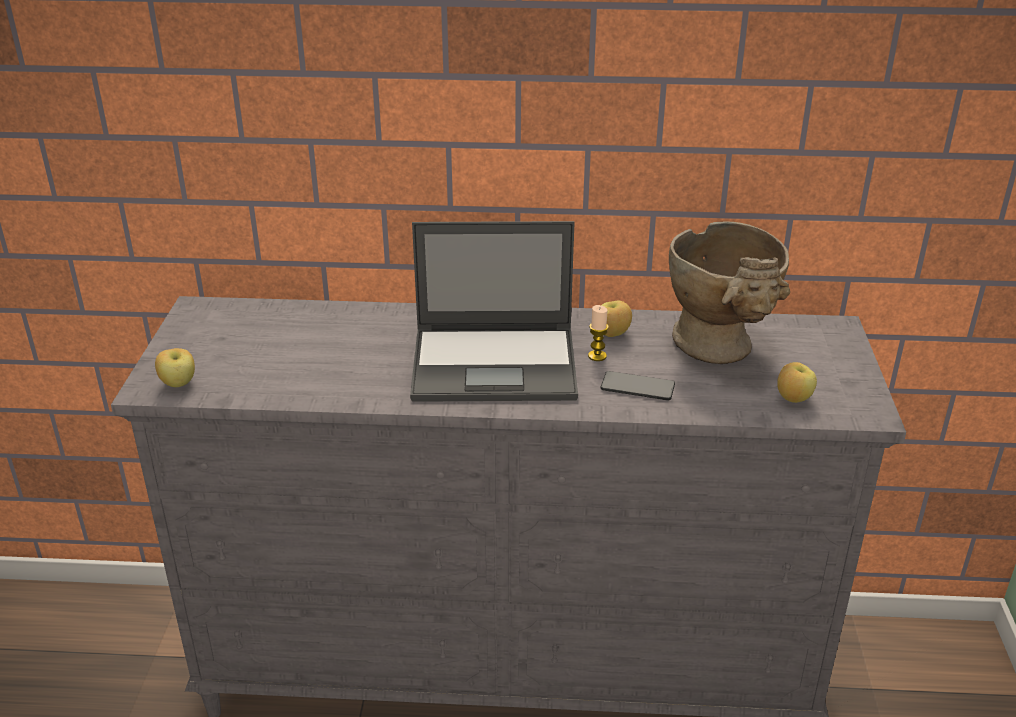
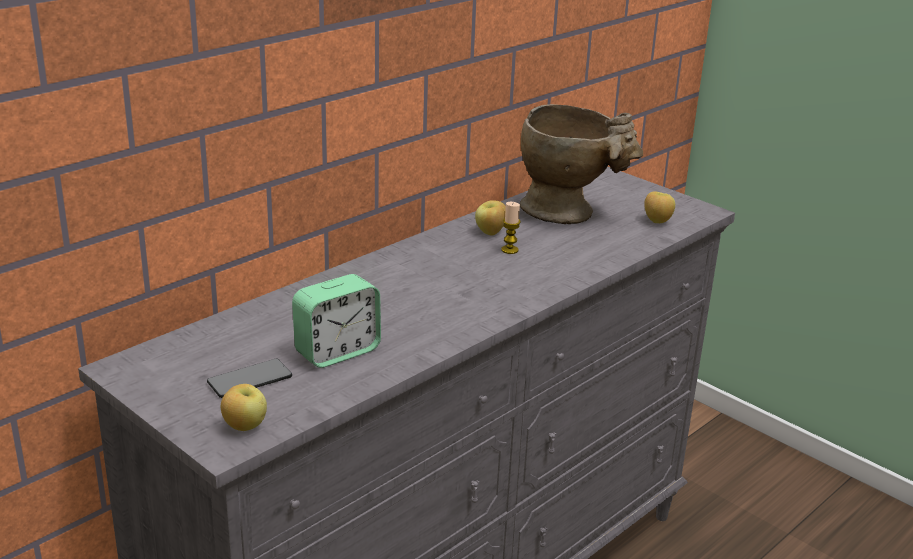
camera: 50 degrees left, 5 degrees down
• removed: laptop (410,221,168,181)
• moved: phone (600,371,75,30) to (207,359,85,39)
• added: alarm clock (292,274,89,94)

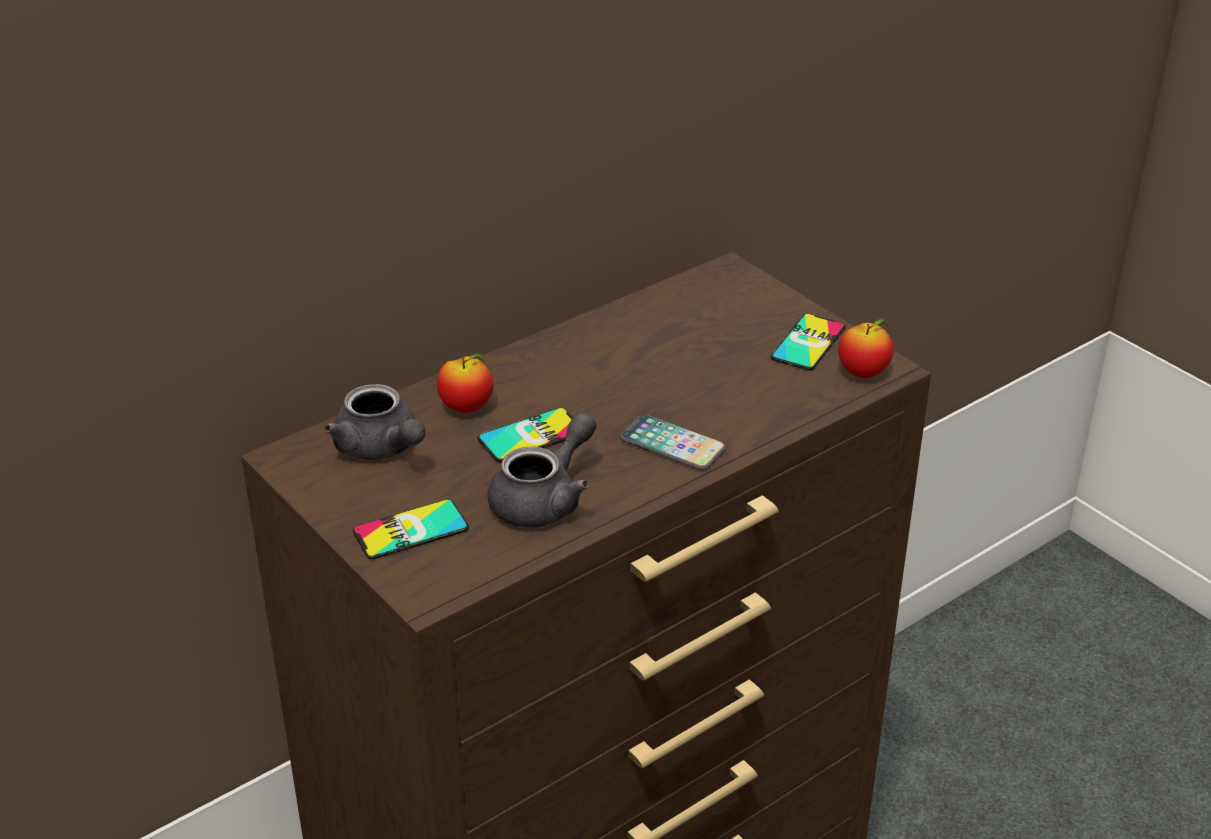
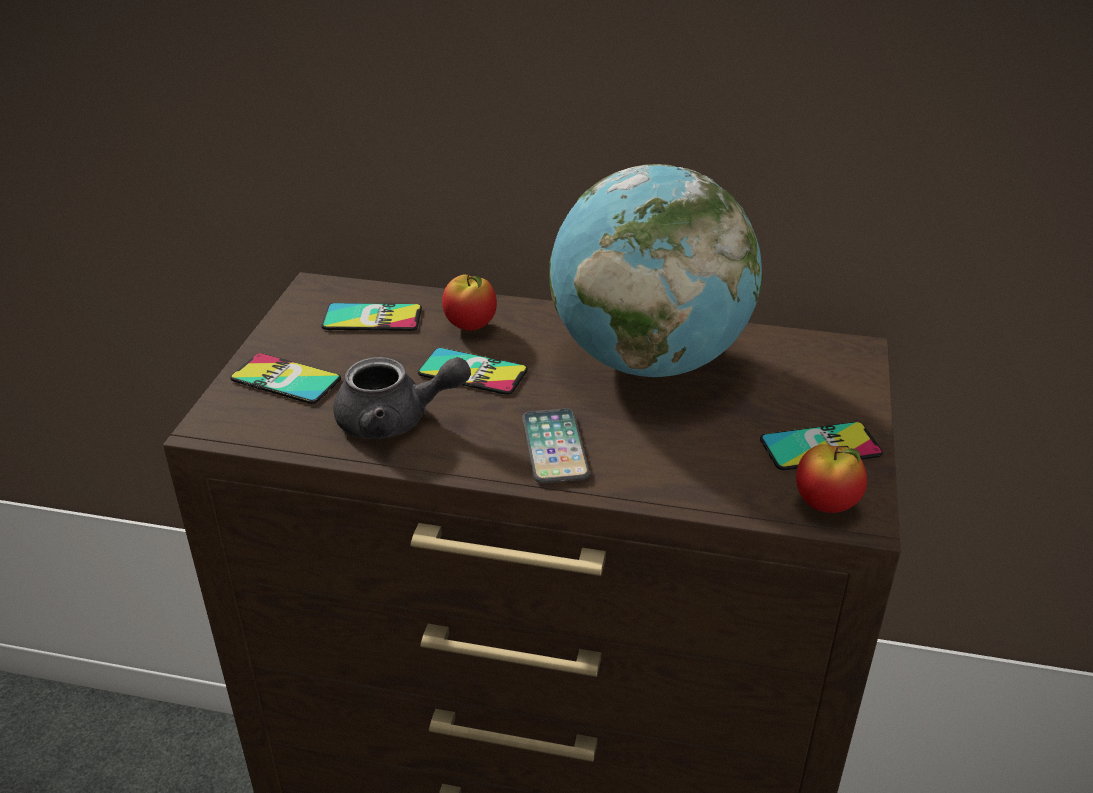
camera: 50 degrees right, 0 degrees up
• replaced: teapot in grey (324,384,102,76) to phone (321,303,101,28)
• added: globe (549,164,214,213)

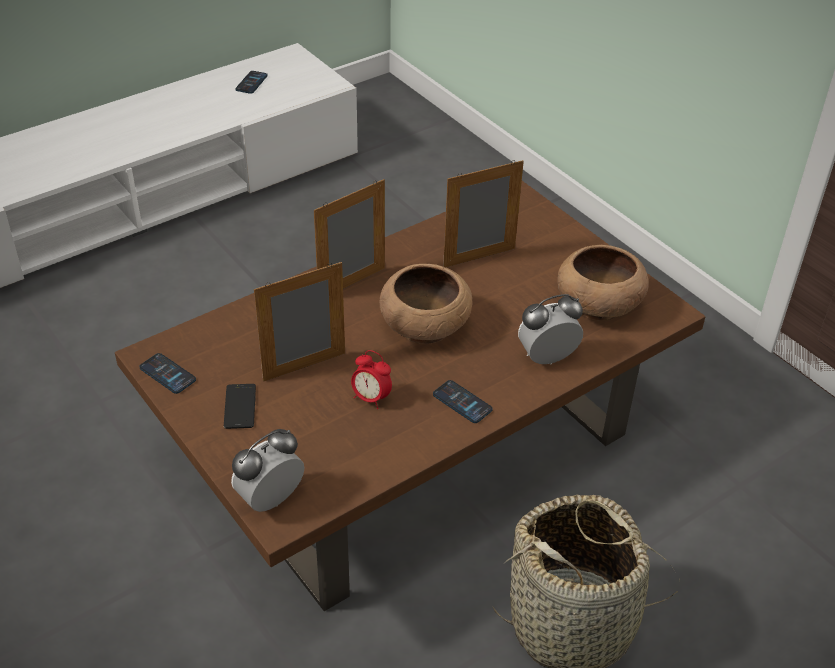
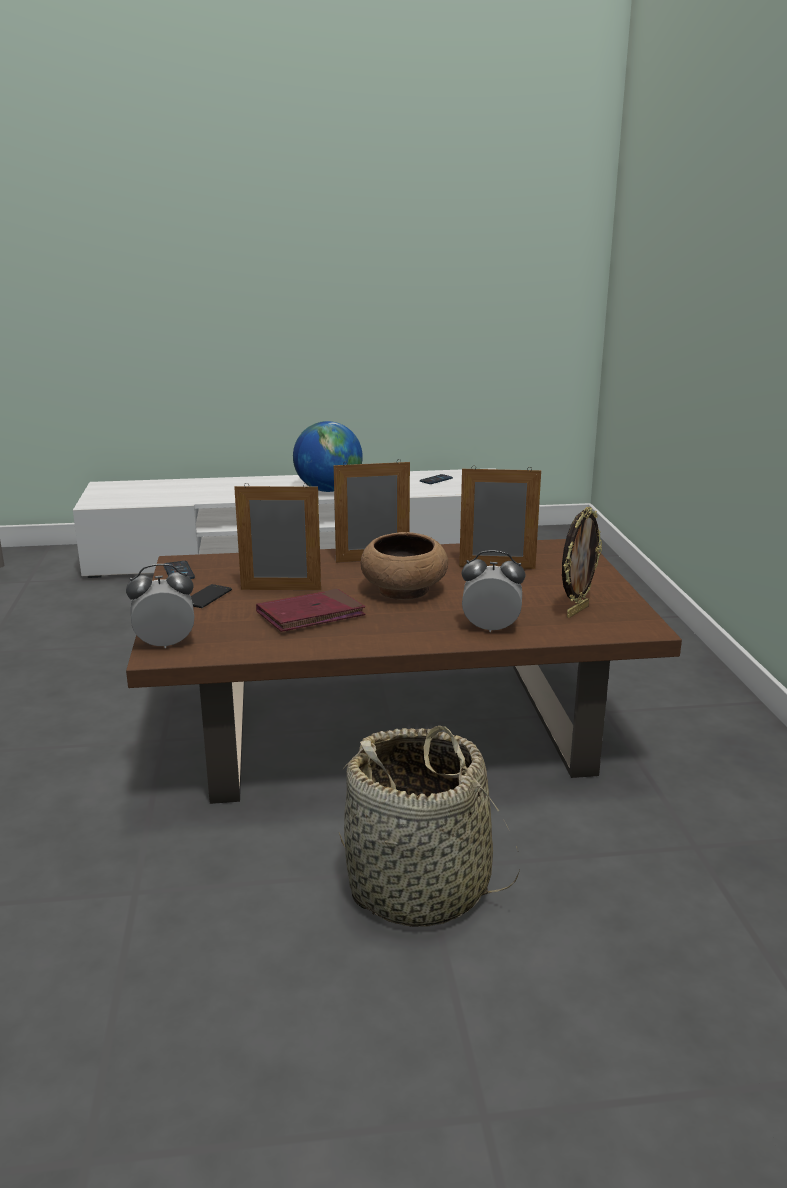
camera: 30 degrees right, 20 degrees down
• replaced: alarm clock (351,350,41,59) to book in red (256,588,109,44)
• removed: phone (433,380,60,43)
• replaced: bowl in brown (557,245,92,76) to picture frame (562,507,40,111)
• added: globe (293,421,70,71)

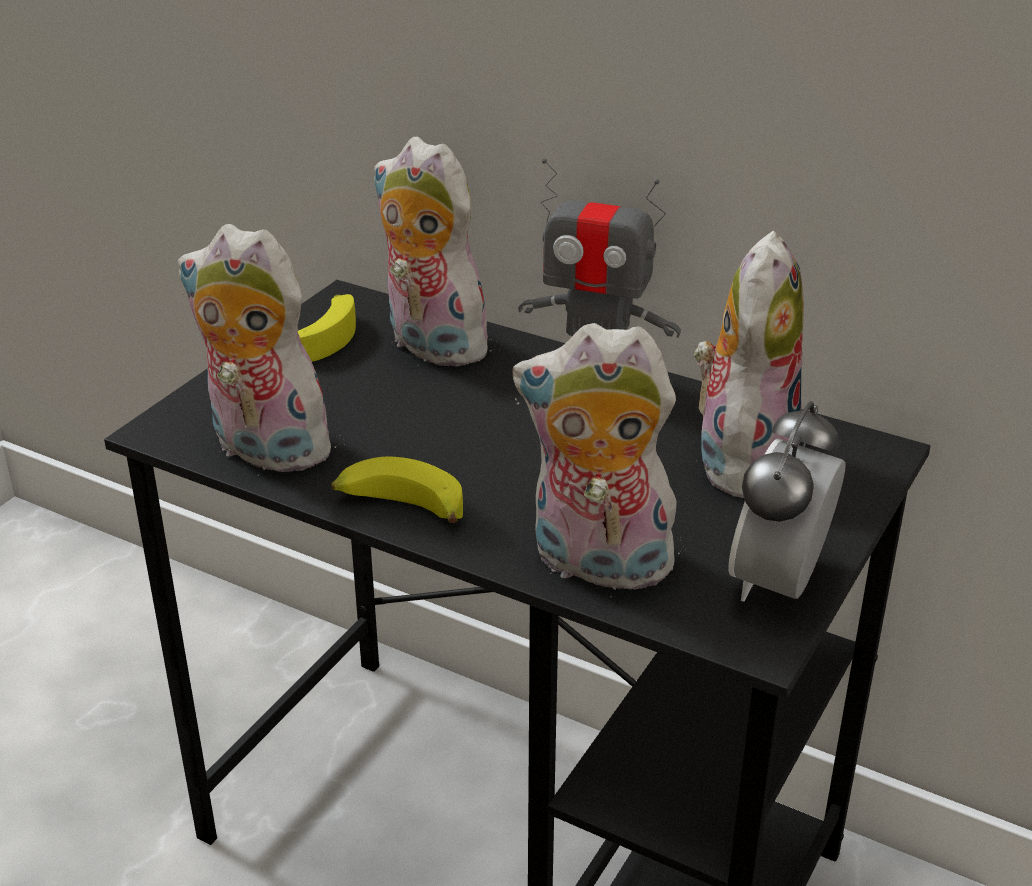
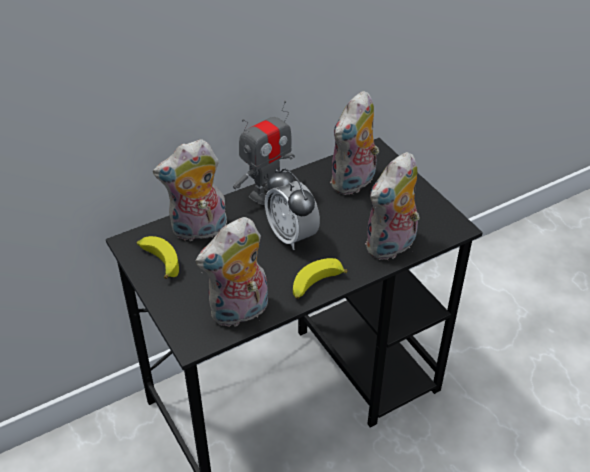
camera: 60 degrees left, 10 degrees up
• turned: plush toy (694,231,110,267) = (330,91,49,104) 105 degrees counterclockwise
• moved: alarm clock (728,401,118,201) to (265,169,55,81)

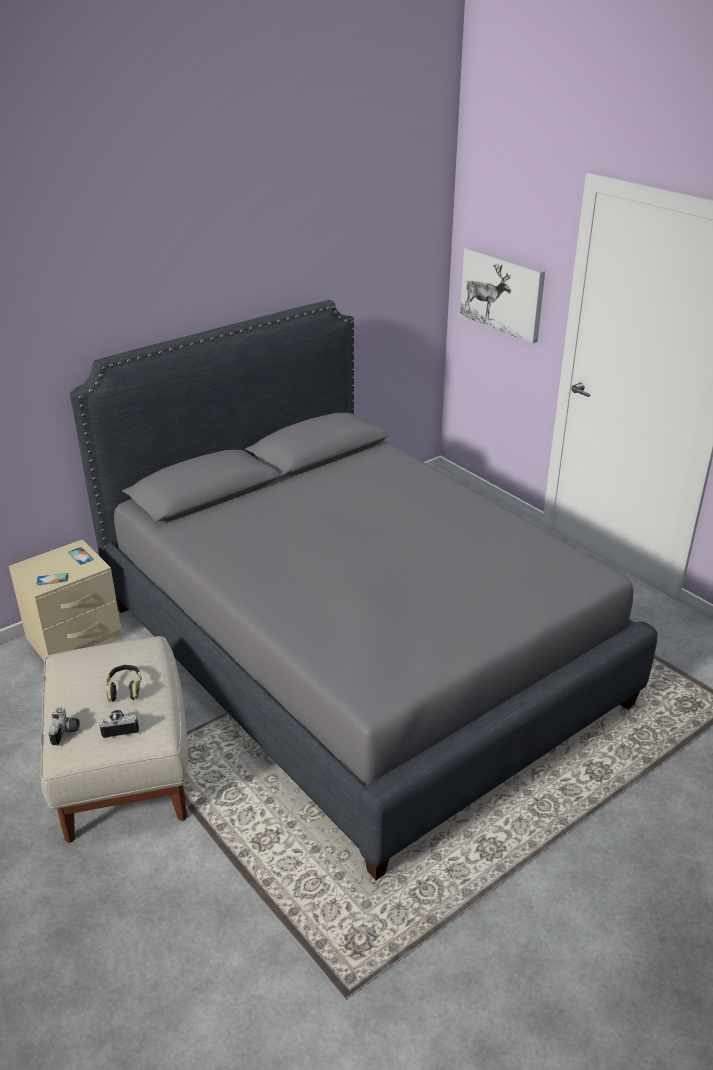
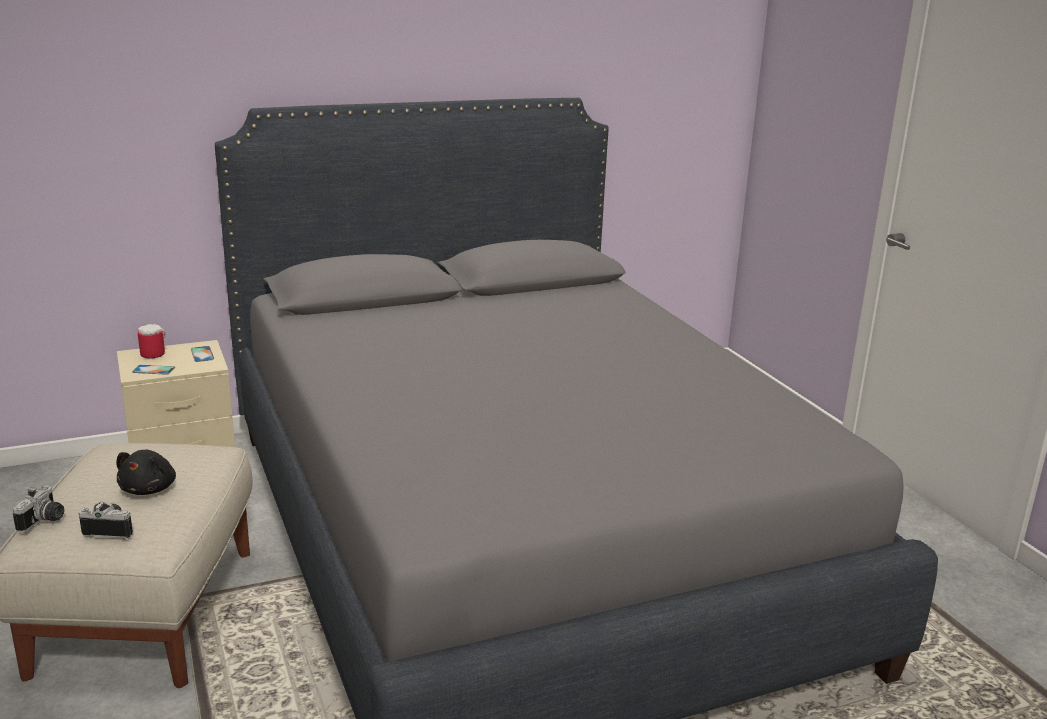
camera: 15 degrees right, 10 degrees down
• replaced: headphones (106,665,36,37) to plush toy in black (116,450,60,45)
• removed: picture (460,247,85,97)
• added: mug (137,324,28,35)

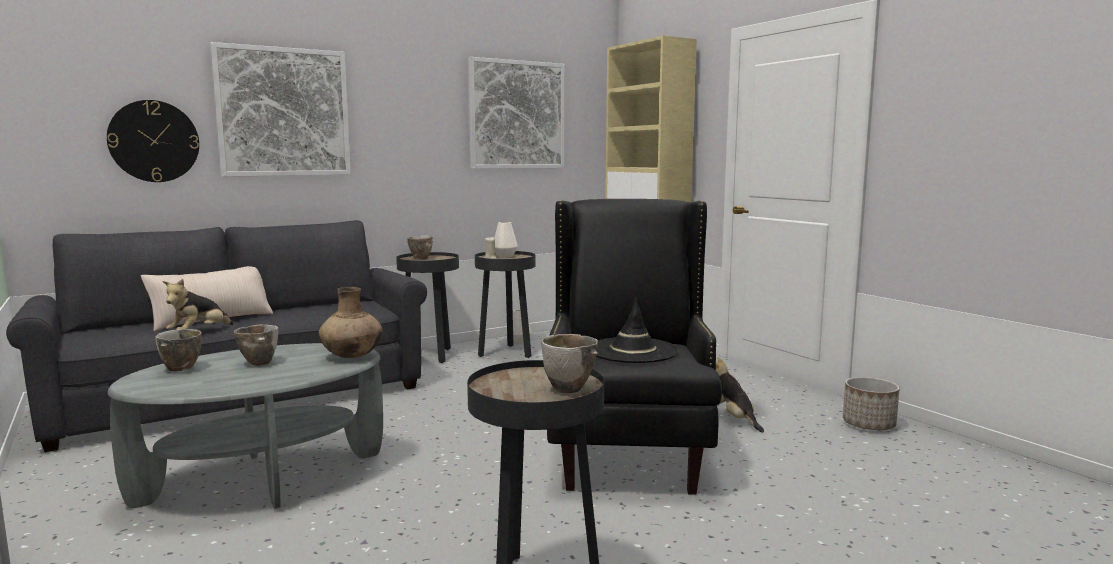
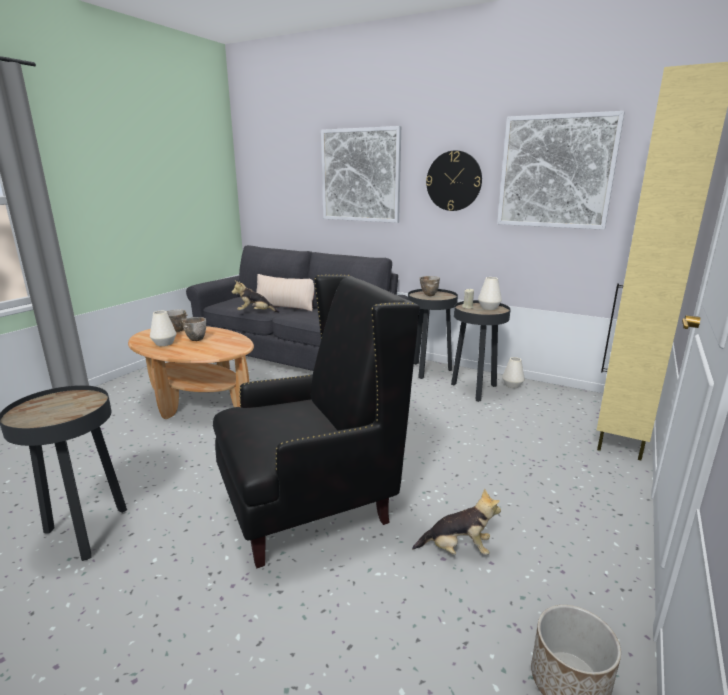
camera: 60 degrees right, 10 degrees up
• moved: wall clock (107,100,92,82) to (426,150,56,61)
• recoloured: coffee table in grey (108,343,275,166) to coffee table in brown (128,326,126,93)
• removed: vase in brown (319,287,63,71)
• removed: bowl (541,334,57,59)
• removed: hat in black (596,297,83,66)
• turned: plush toy (716,357,48,76) = (412,488,89,67) 60 degrees clockwise
• added: vase in white (150,311,27,35)

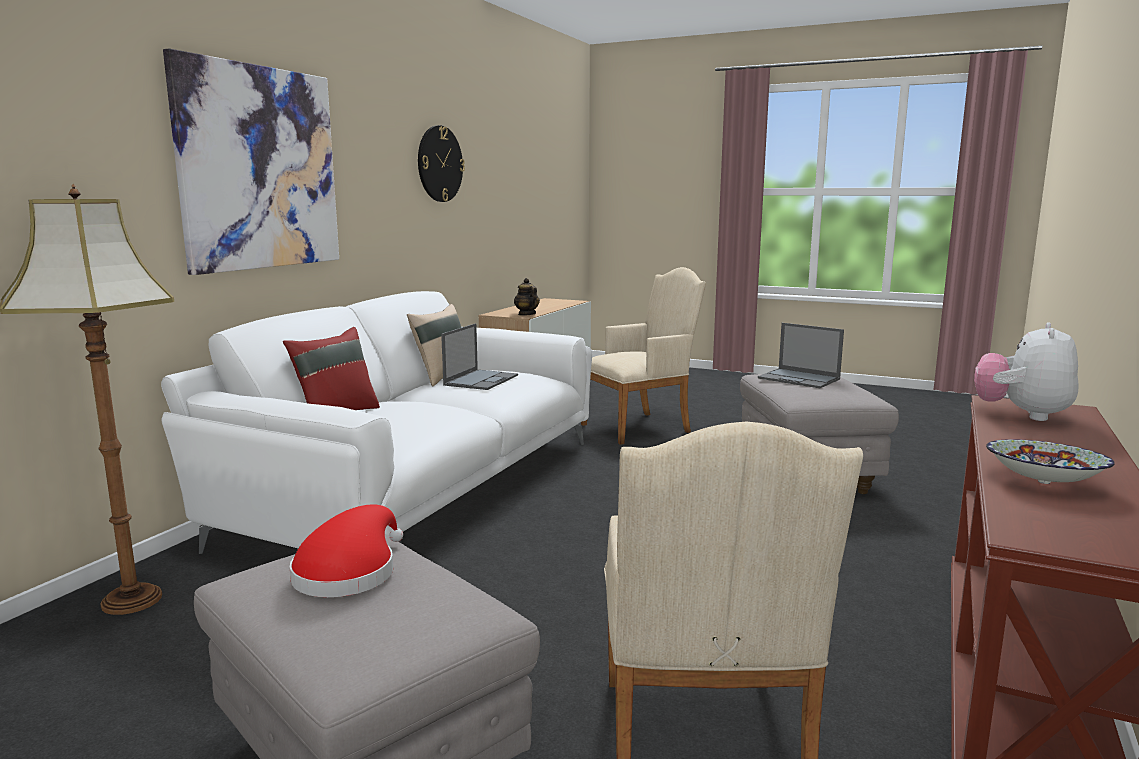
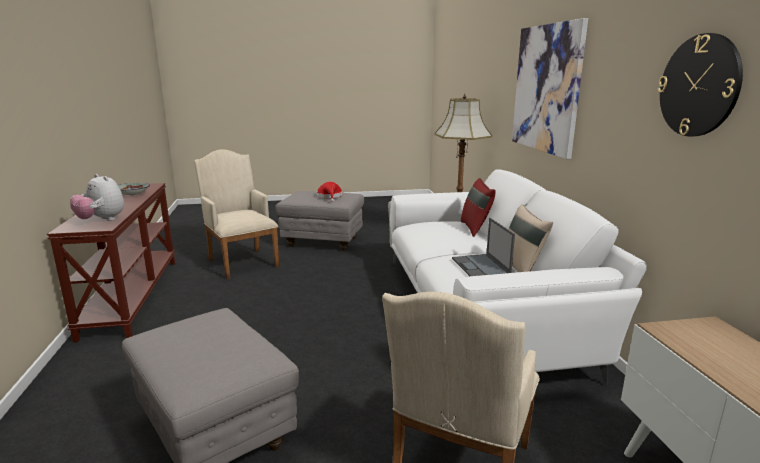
camera: 145 degrees right, 5 degrees up
• removed: teapot (514,278,26,38)
• removed: laptop (758,323,86,65)
• turned: plush toy (974,322,105,99) = (70,174,54,47) 135 degrees clockwise

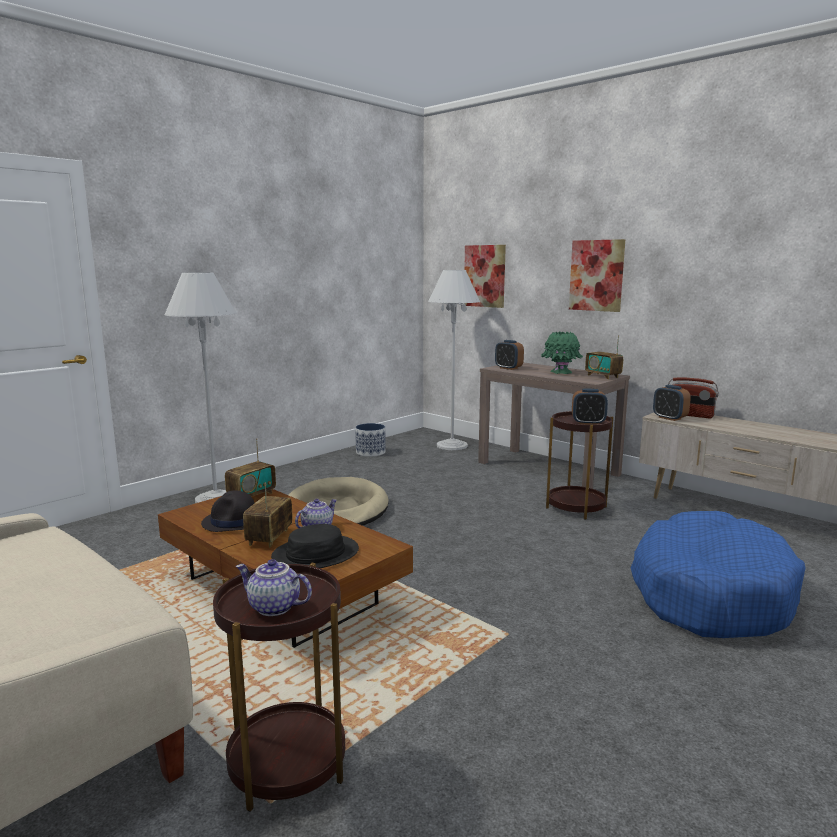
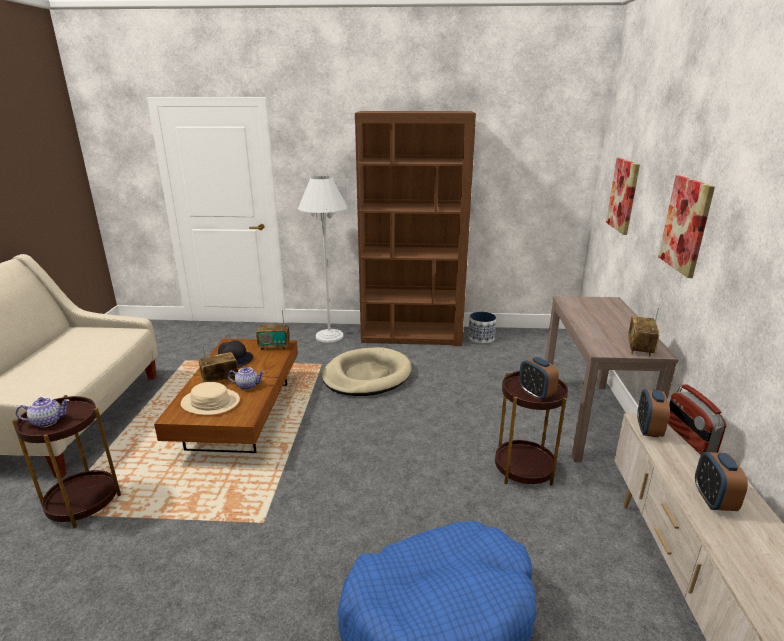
camera: 50 degrees right, 10 degrees up
• turned: teapot (236,559,76,57) = (16,397,54,30) 90 degrees clockwise
• recoloured: hat in black (271,524,88,44) to hat in beige (181,382,59,33)
• removed: floor lamp in white (428,270,52,180)
• moved: alarm clock (495,340,29,30) to (695,452,53,59)
• removed: vase in green (541,331,42,43)
• added: bookcase in brown (355,111,121,235)

